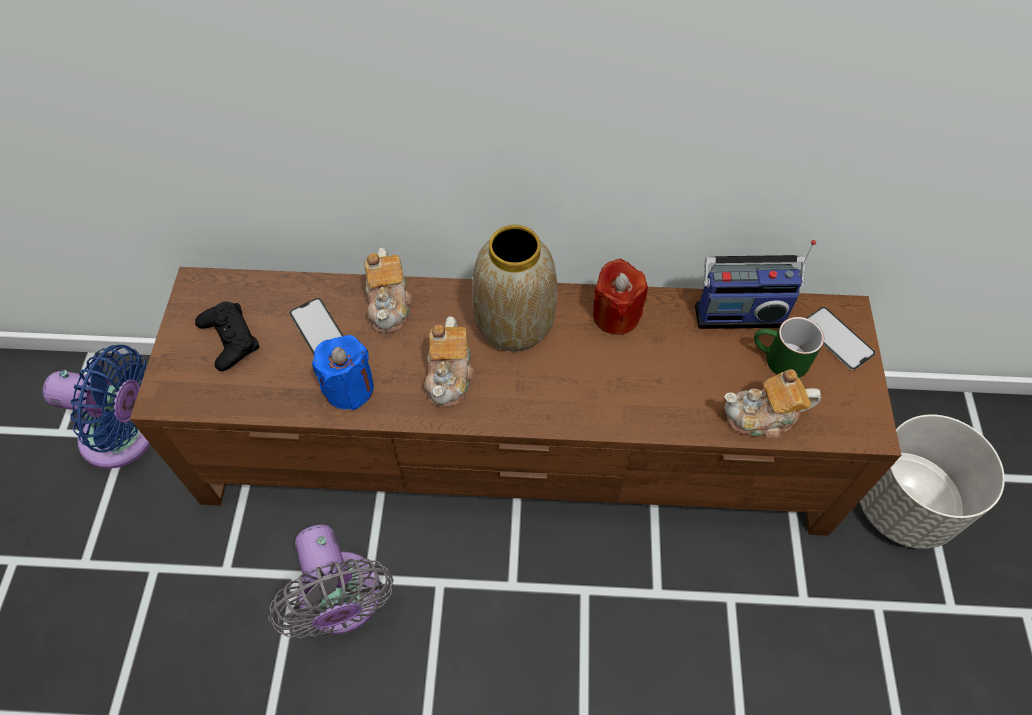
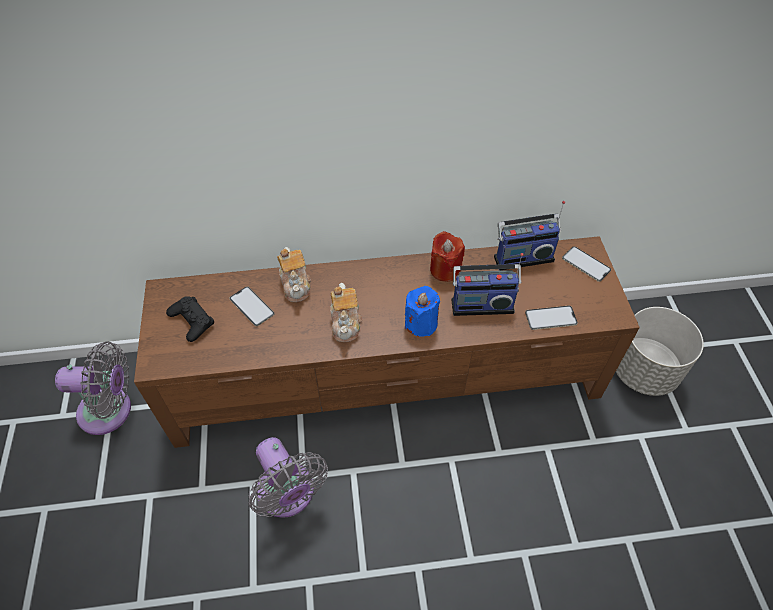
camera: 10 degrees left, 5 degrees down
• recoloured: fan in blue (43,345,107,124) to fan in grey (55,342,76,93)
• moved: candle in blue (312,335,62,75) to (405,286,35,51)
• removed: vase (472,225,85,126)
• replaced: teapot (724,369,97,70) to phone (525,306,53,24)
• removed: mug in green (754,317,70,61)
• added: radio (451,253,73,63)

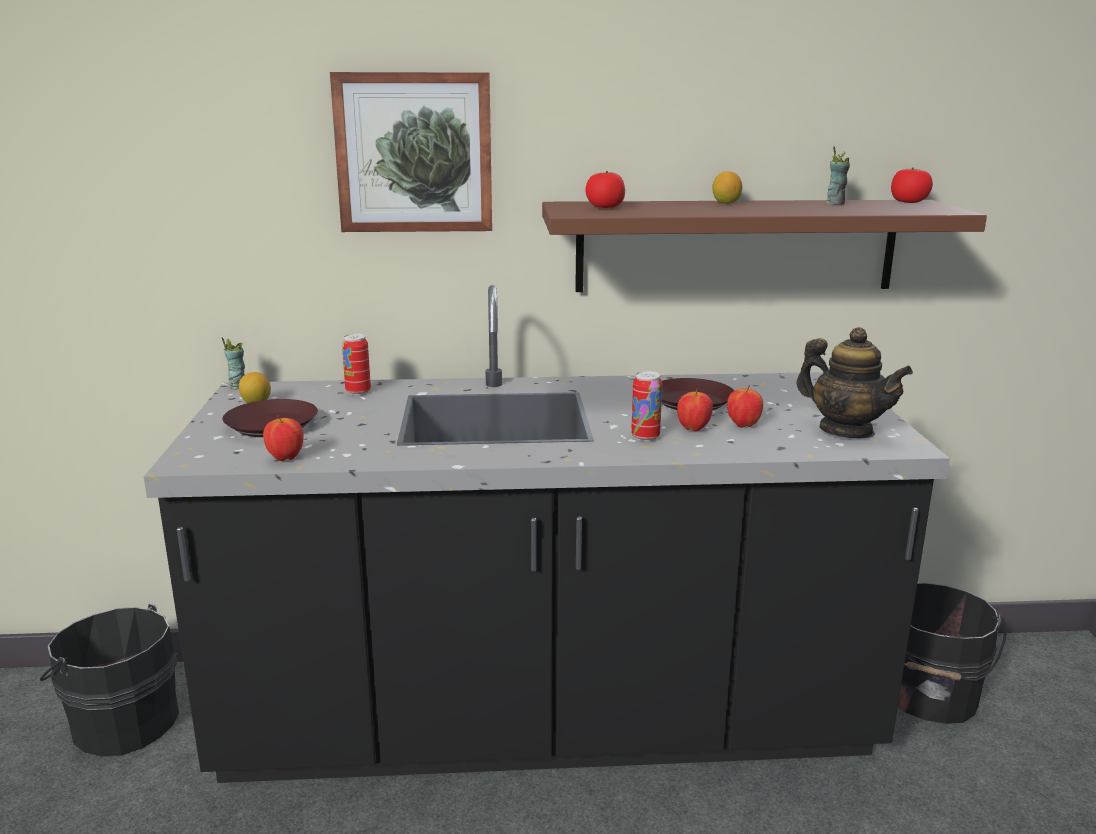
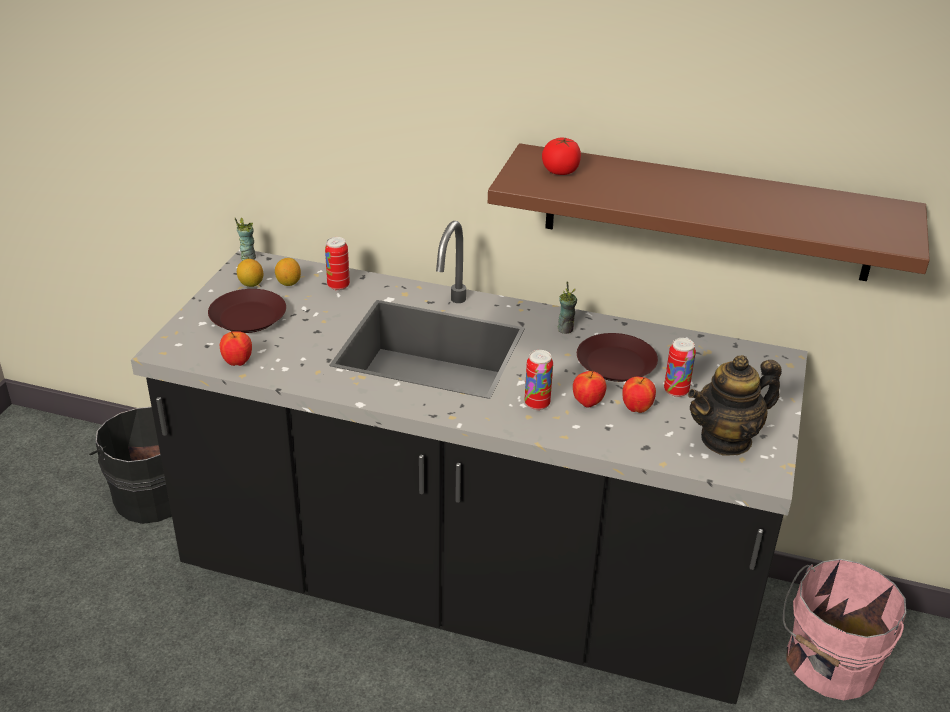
camera: 20 degrees right, 15 degrees up
• removed: picture (330,72,162,160)
• moved: lemon (712,171,30,33) to (275,258,26,28)
• turned: teapot (796,327,117,111) = (688,355,94,101) 90 degrees clockwise
• moved: cup (826,147,24,58) to (558,282,19,52)
• removed: tomato (891,168,42,35)
• recoloured: bucket in black (898,583,109,141) to bucket in pink (783,559,124,141)
• added: can (664,338,32,59)

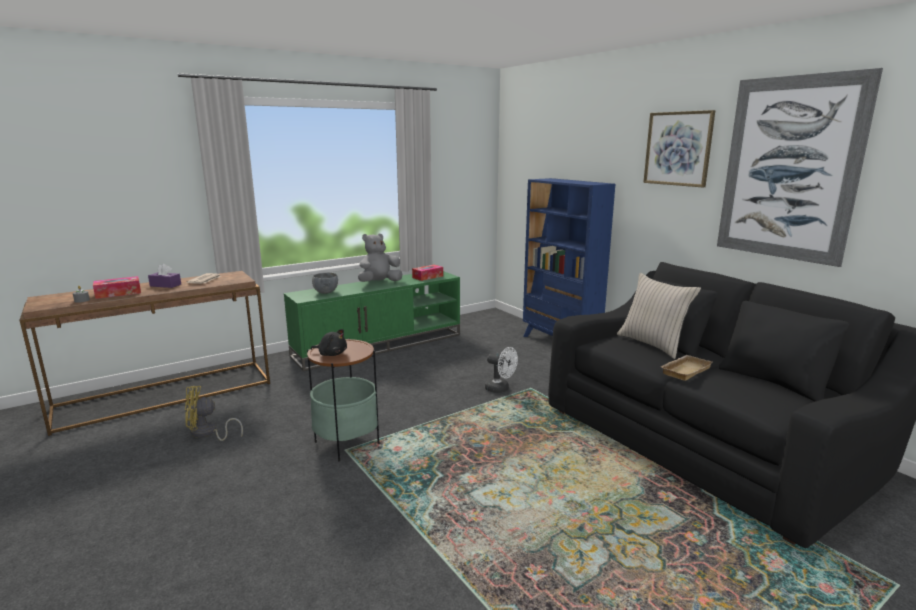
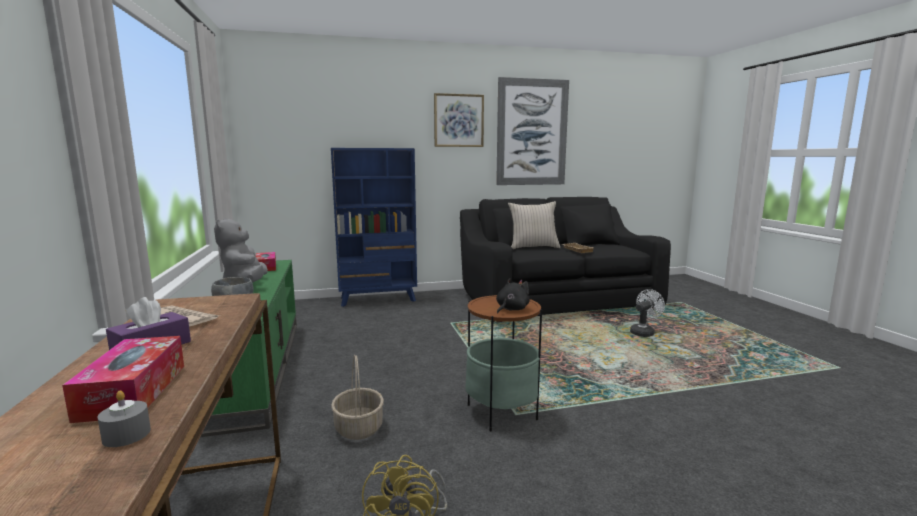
camera: 70 degrees left, 5 degrees down
• moved: fan in white (485,347,33,46) to (630,289,35,48)
• added: basket (331,355,53,85)

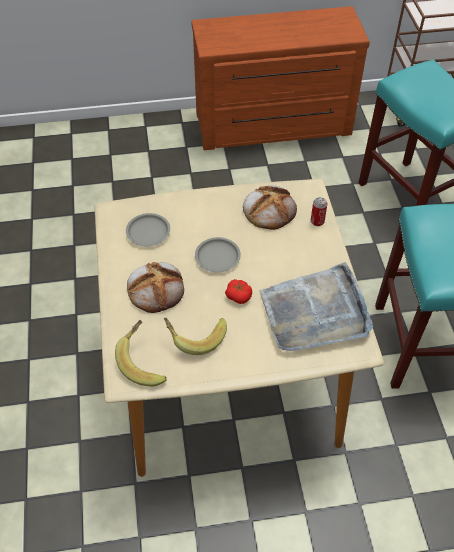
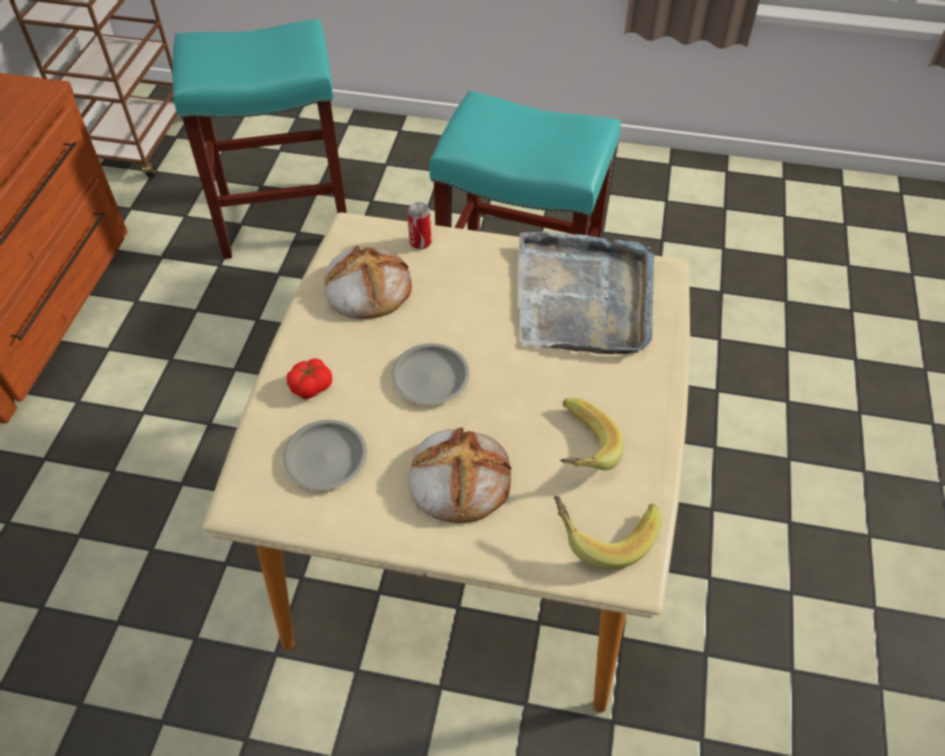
camera: 70 degrees left, 0 degrees up
• moved: tomato (225,279,27,25) to (287,358,45,41)

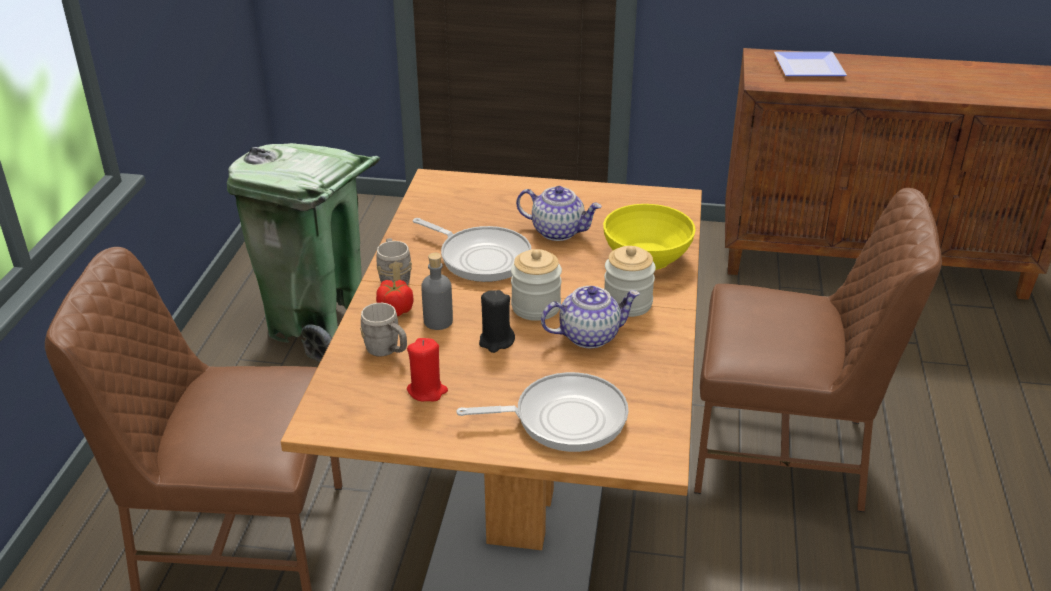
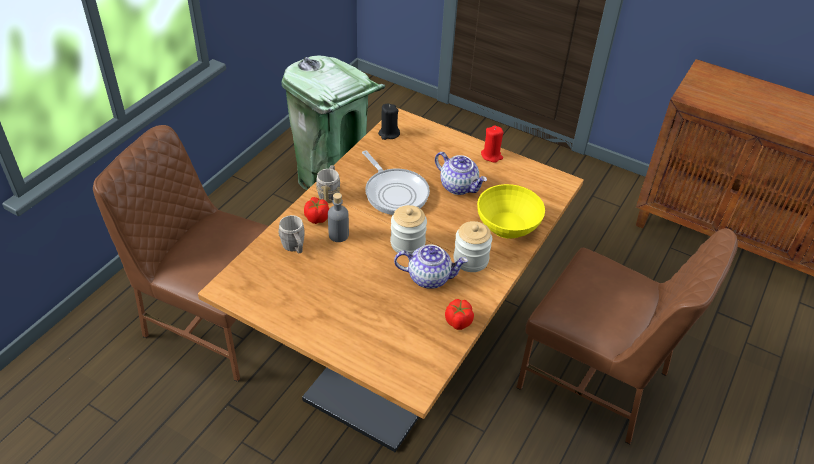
camera: 20 degrees right, 10 degrees up
• moved: candle in red (407,338,41,63) to (481,126,23,37)
• removed: frying pan (456,372,173,80)
• moved: candle in black (479,290,36,63) to (378,104,22,36)
• removed: plate (774,52,73,24)
• added: tomato (445,299,29,31)

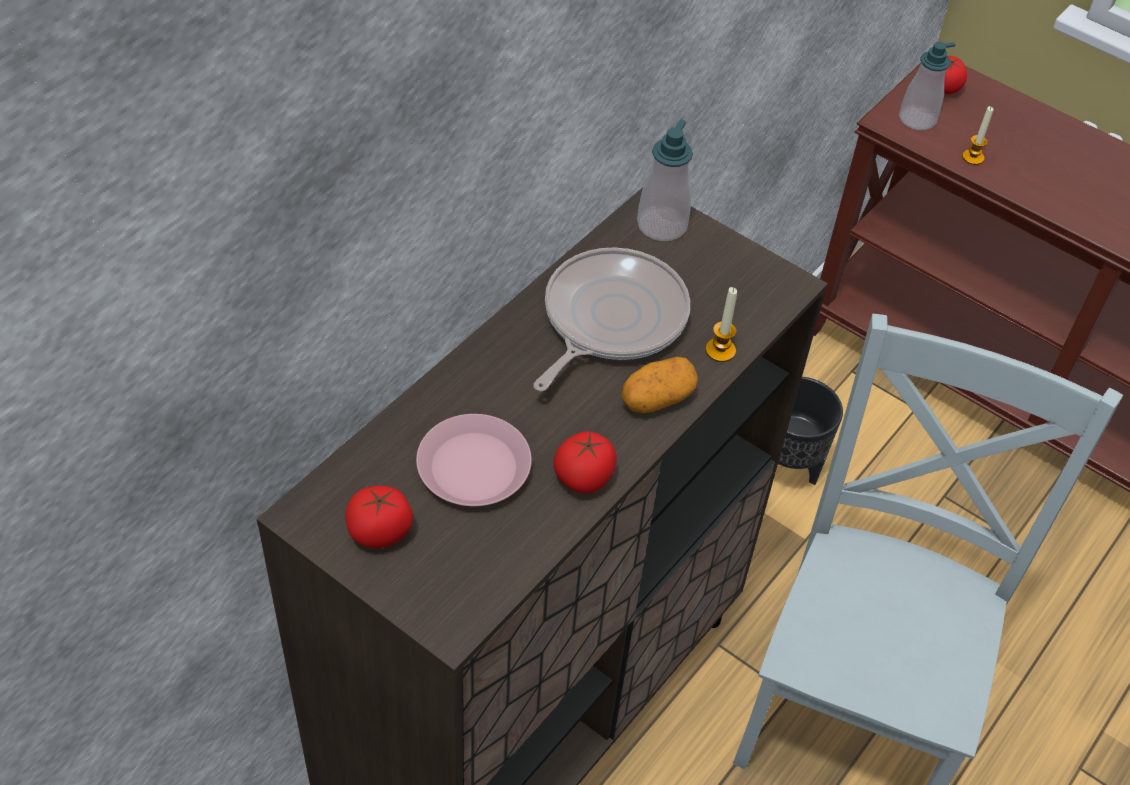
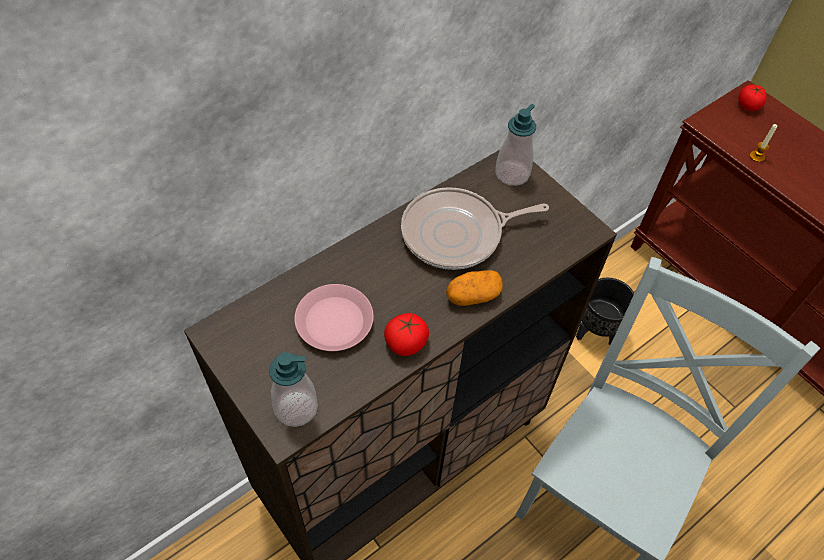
camera: 15 degrees right, 5 degrees up
• removed: tomato (345,486,68,62)
• turned: frying pan (534,247,156,145) = (401,187,148,83) 150 degrees counterclockwise
• removed: candle (705,287,32,75)
• moved: soap dispenser (899,42,57,88) to (269,352,49,75)

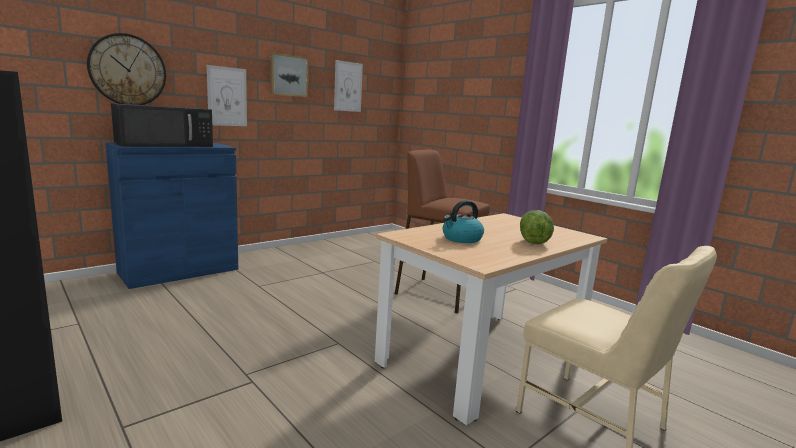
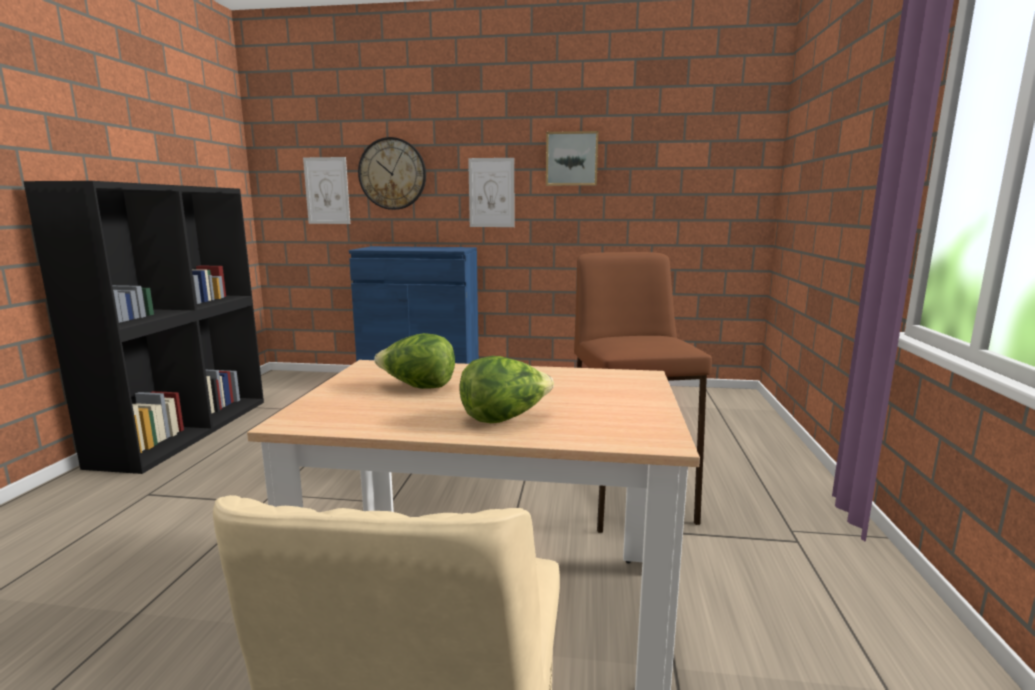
camera: 50 degrees right, 0 degrees up
• removed: microwave in black (111,103,102,44)
• moved: picture (334,60,29,52) to (303,157,47,67)
• replaced: kettle (443,200,41,43) to lettuce (374,333,81,56)

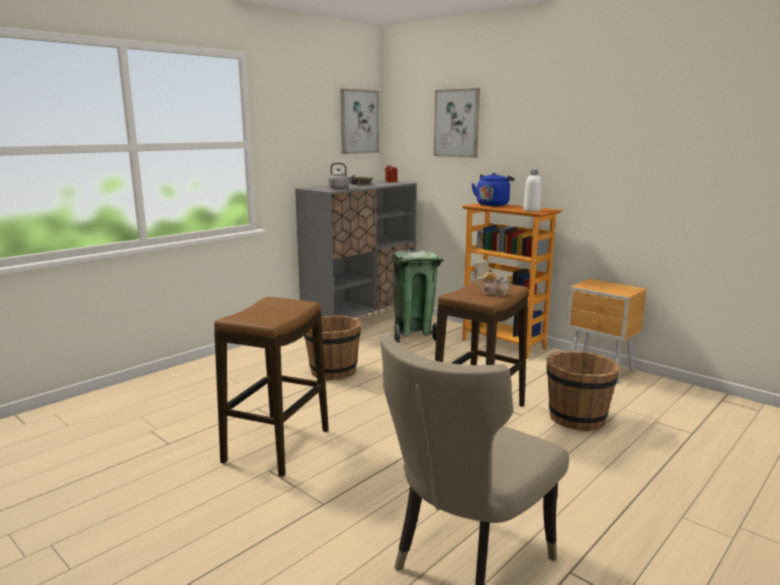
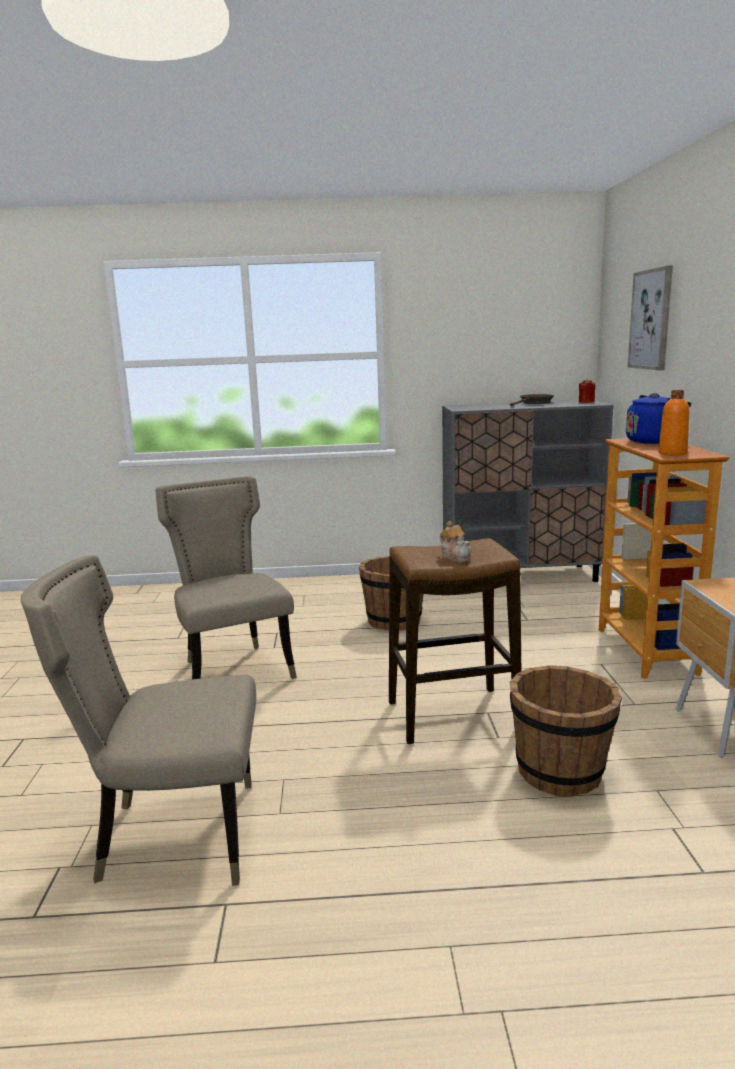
camera: 45 degrees right, 0 degrees up
• replaced: stool (214,297,115,180) to chair in beige (156,476,141,203)
• removed: kettle in grey (328,163,27,26)
• removed: picture (340,89,39,65)
• removed: trash can in green (392,247,52,96)
• recoloured: bottle in white (523,170,19,42) to bottle in orange (658,390,31,66)

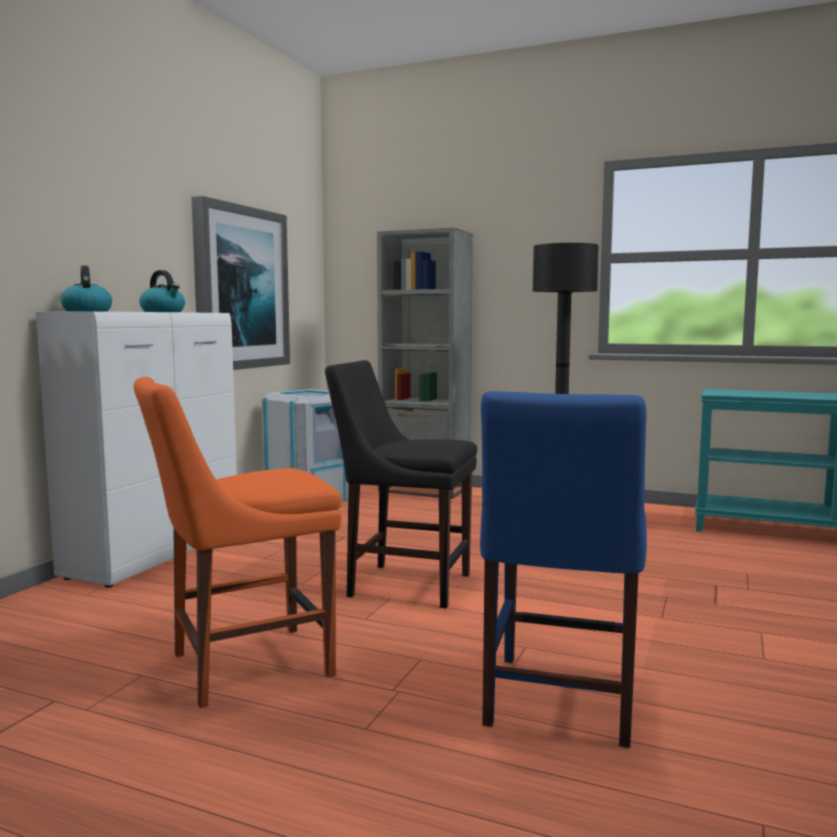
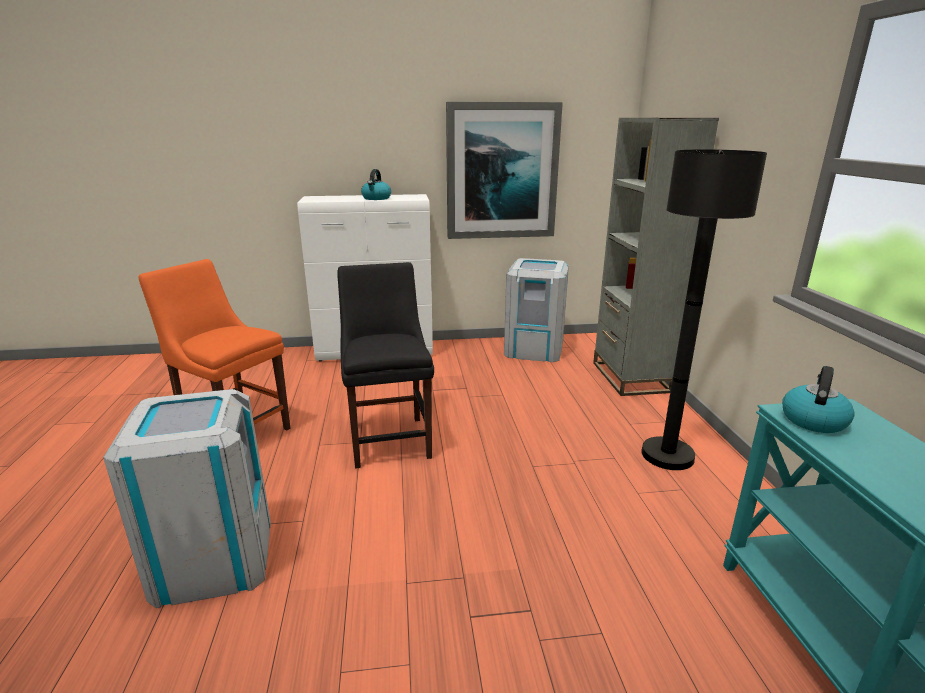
camera: 60 degrees right, 15 degrees up
• moved: kettle (60,266,52,46) to (782,366,73,67)
• replaced: chair in blue (480,391,167,357) to trash can in grey (103,389,168,219)

